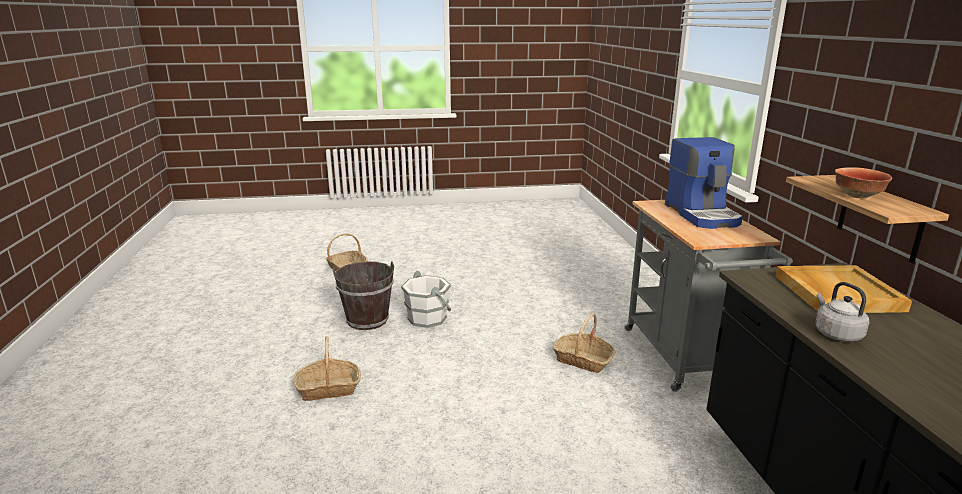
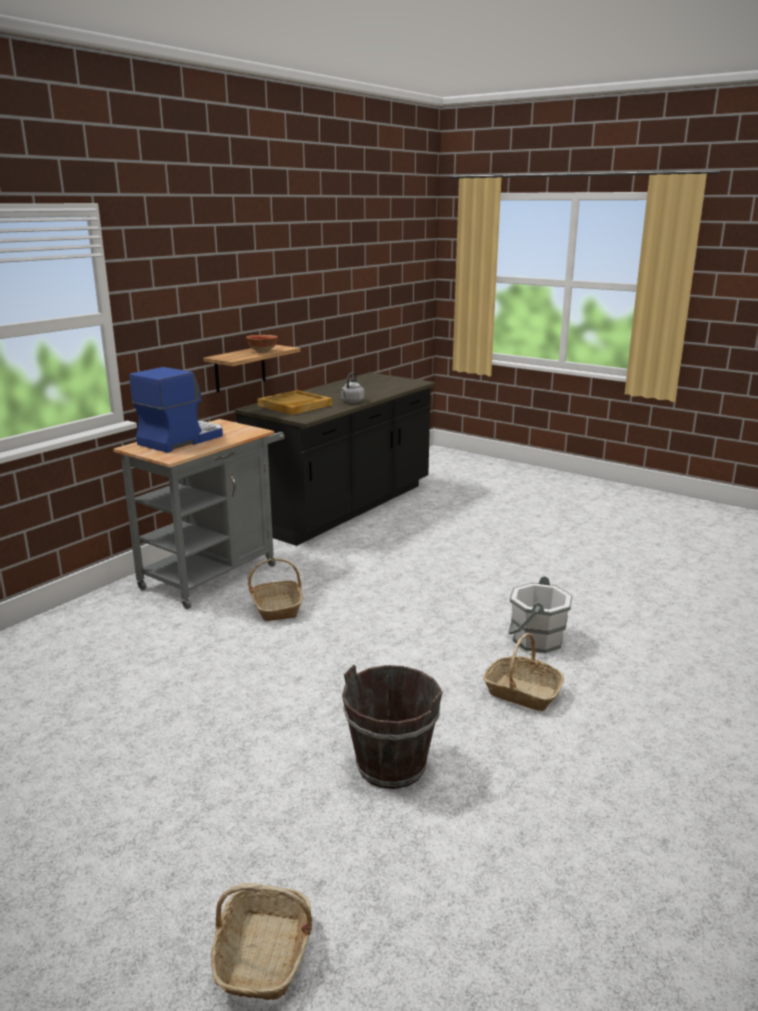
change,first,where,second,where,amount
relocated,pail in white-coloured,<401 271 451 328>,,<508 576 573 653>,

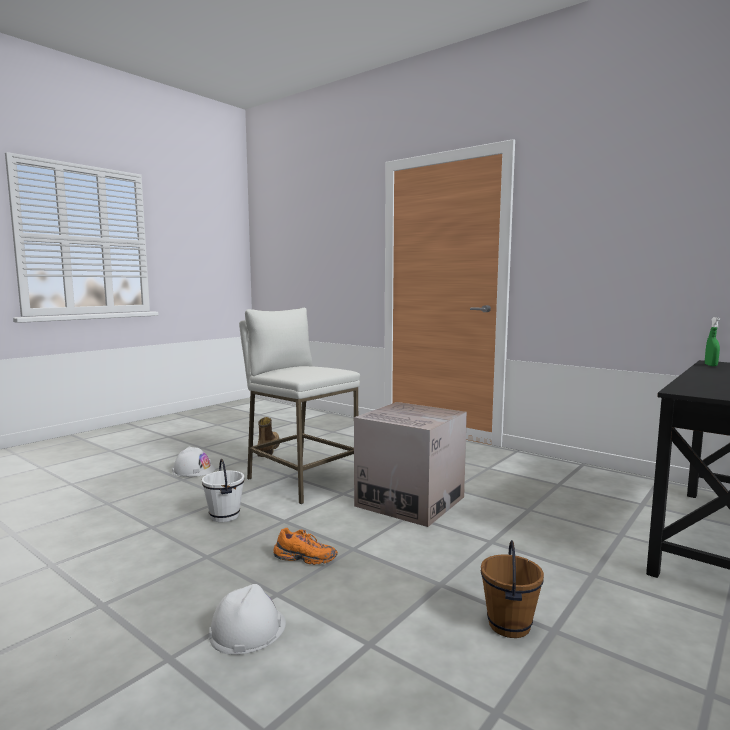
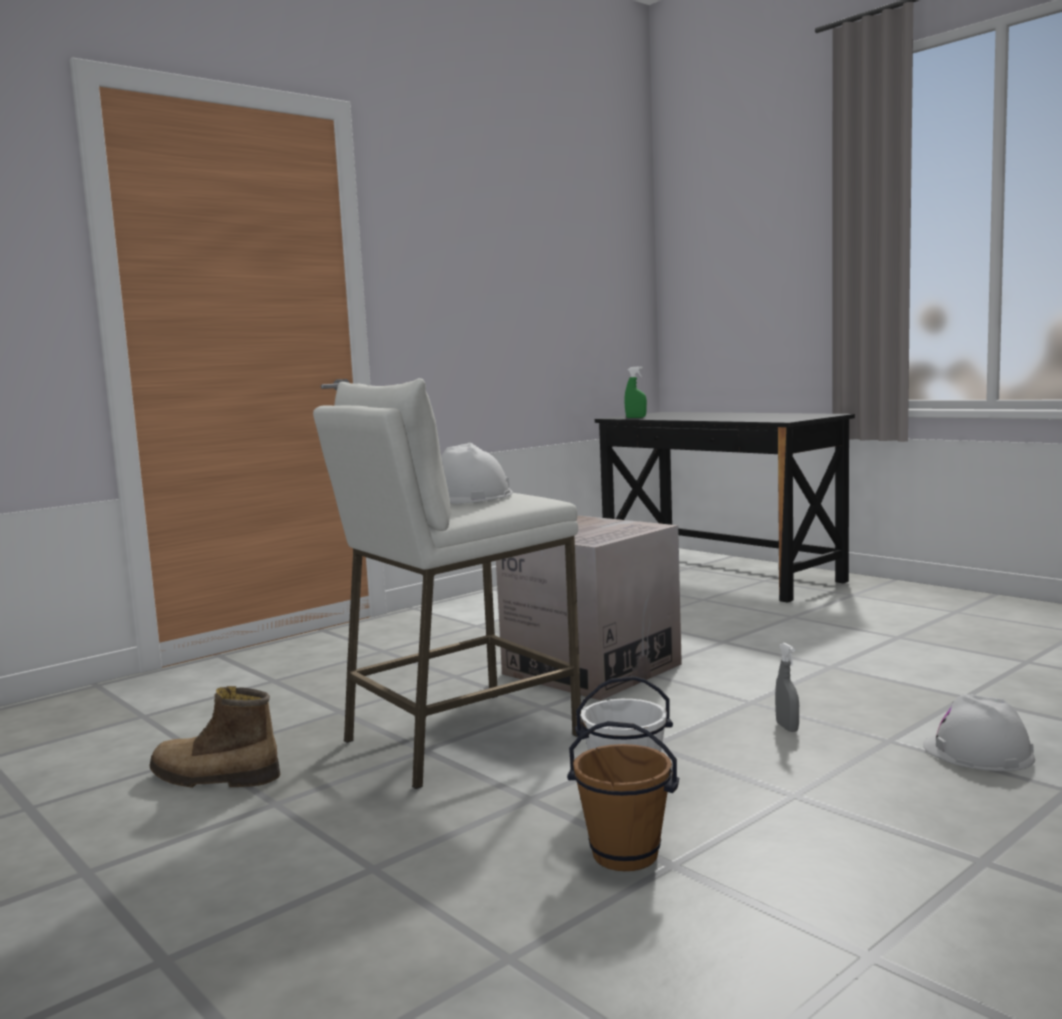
change,first,where,second,where,amount
relocated,work helmet in white-coloured,<172 447 216 477>,,<441 443 513 504>,
exchanged,shoe in orangey,<273 528 338 565>,hand sprayer in greyish,<775 643 799 732>,
relocated,pail in brown,<481 540 544 638>,,<567 721 679 871>,

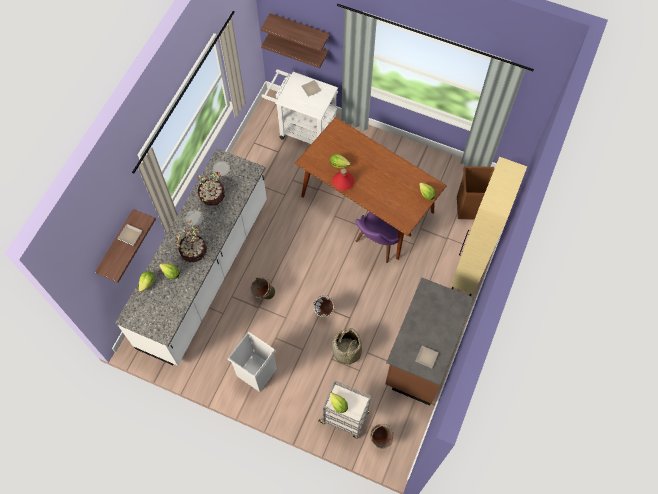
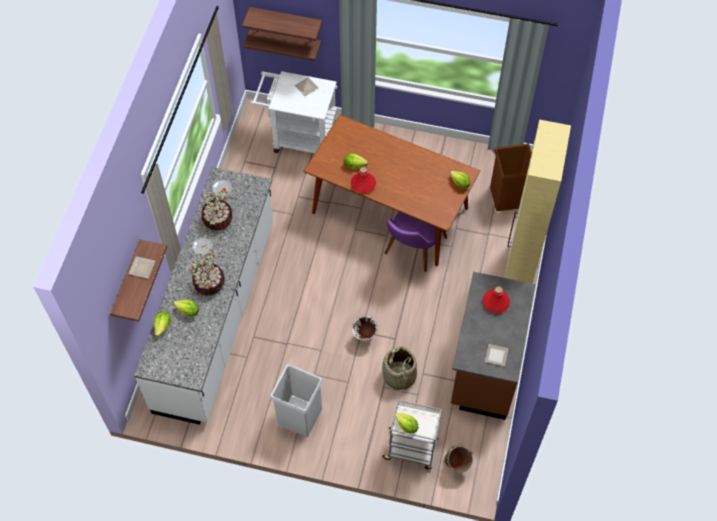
change,first,where,second,where,amount
missing,pail in greenish,<251 277 275 300>,,,
appeared,,,drink bottle in reddish,<483 286 510 313>,

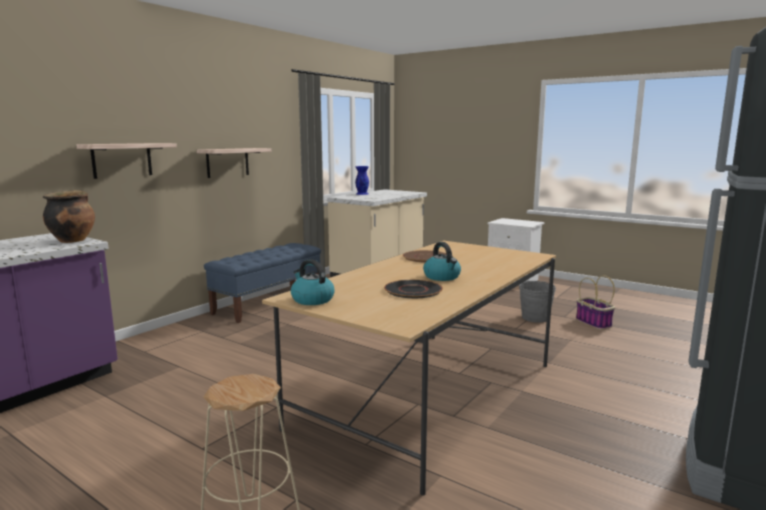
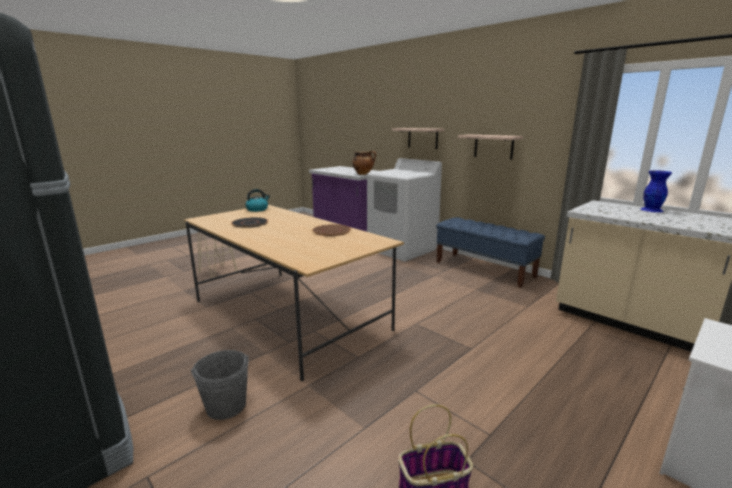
change,first,where,second,where,amount
missing,water kettle,<423 242 461 281>,,,
relocated,pail in greyish,<519 281 556 323>,,<191 350 249 420>,
appeared,,,laundry appliance in white-coloured,<367 158 442 261>,

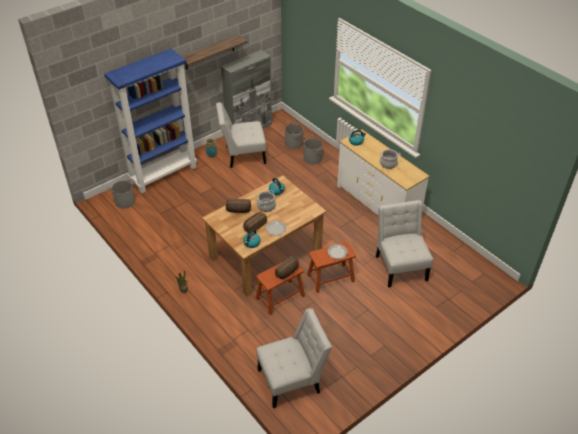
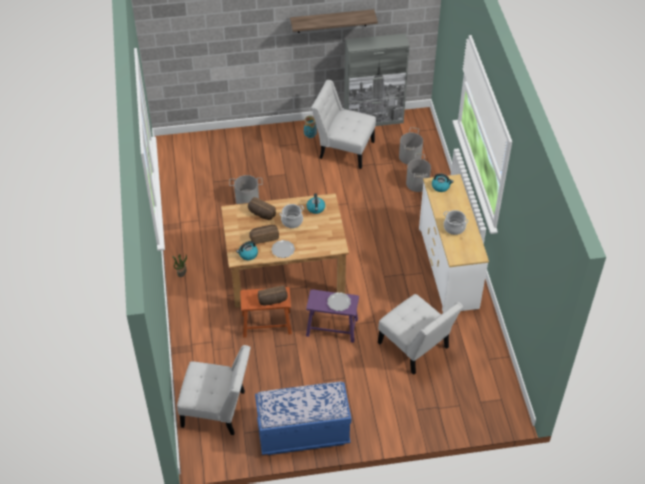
change,first,where,second,where,amount
missing,bookcase in blue-coloured,<104 49 197 194>,,,
relocated,pail in greyish,<107 178 136 209>,,<229 175 263 204>,
colour,sitting stool in brown,<307 242 356 293>,sitting stool in purple,<306 290 359 343>,
spun,upright chair in white-coloured,<376 200 433 288>,,<378 294 463 375>,120 degrees clockwise
appeared,,,indoor bench in blue-coloured,<255 381 351 455>,

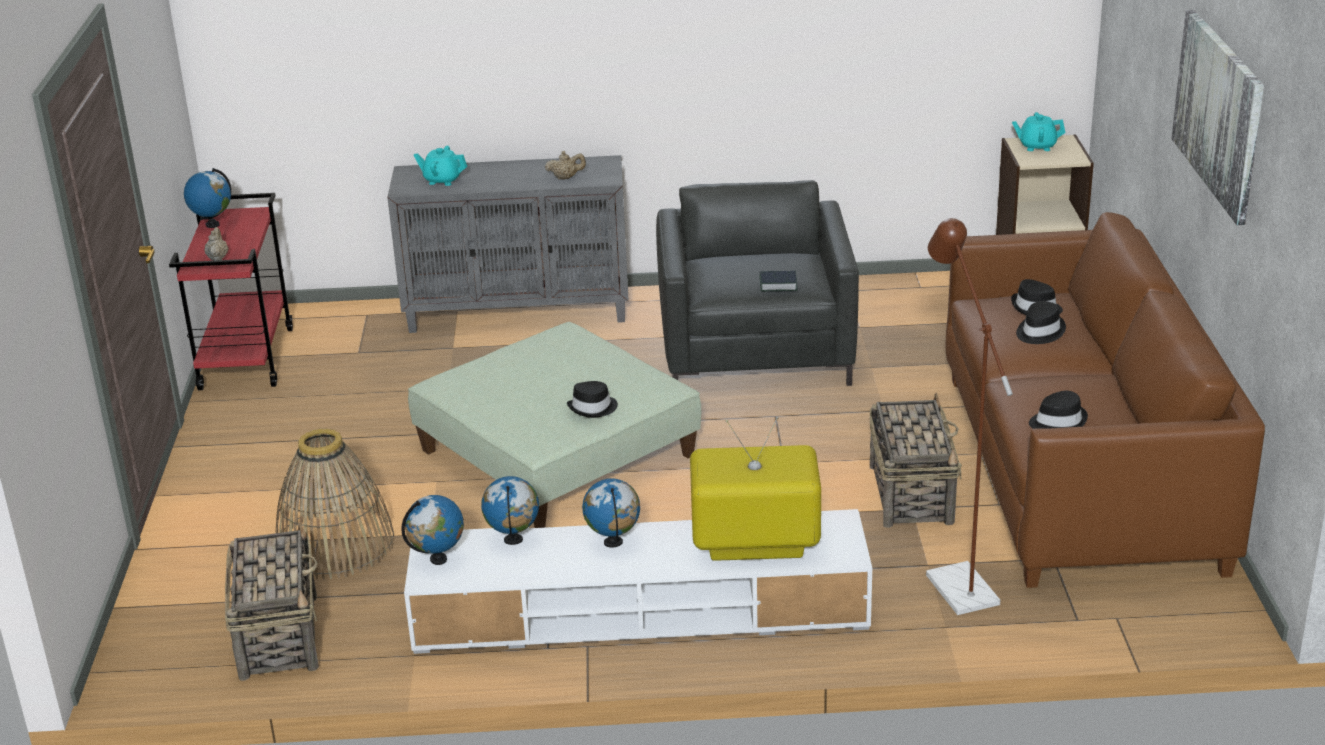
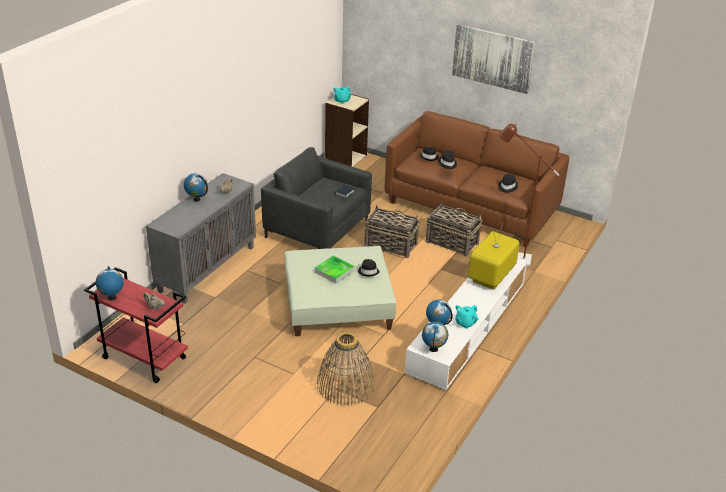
change,first,where,second,where,amount
relocated,basket,<225 522 319 681>,,<364 205 420 258>,
relocated,teapot in turquoise-coloured,<414 146 467 186>,,<455 305 479 329>,
relocated,globe,<582 478 640 548>,,<184 173 208 202>,
appeared,,,serving tray,<314 255 355 284>,

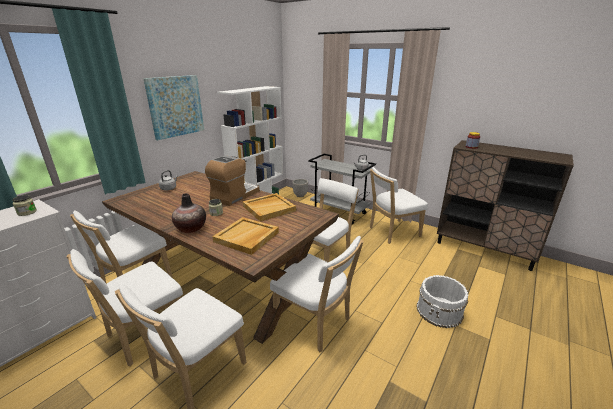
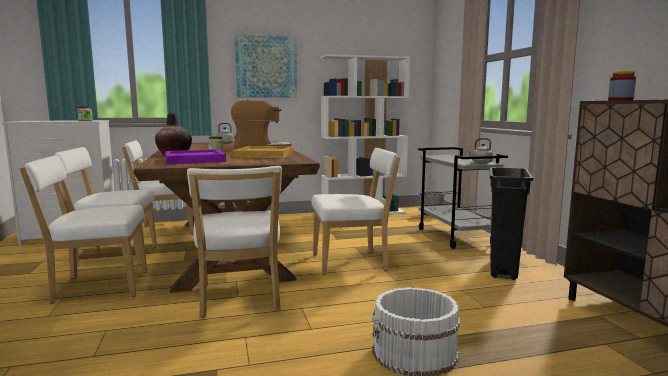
change,first,where,second,where,amount
colour,serving tray in beige,<212 217 279 255>,serving tray in purple,<165 149 226 164>,
exchanged,upright chair in white-coloured,<370 167 428 244>,rubbish bin in blackish,<489 167 533 280>,

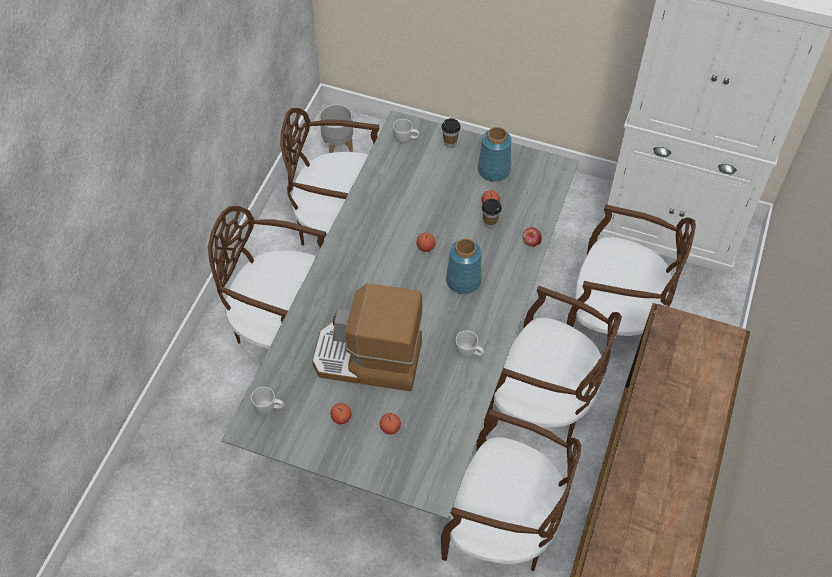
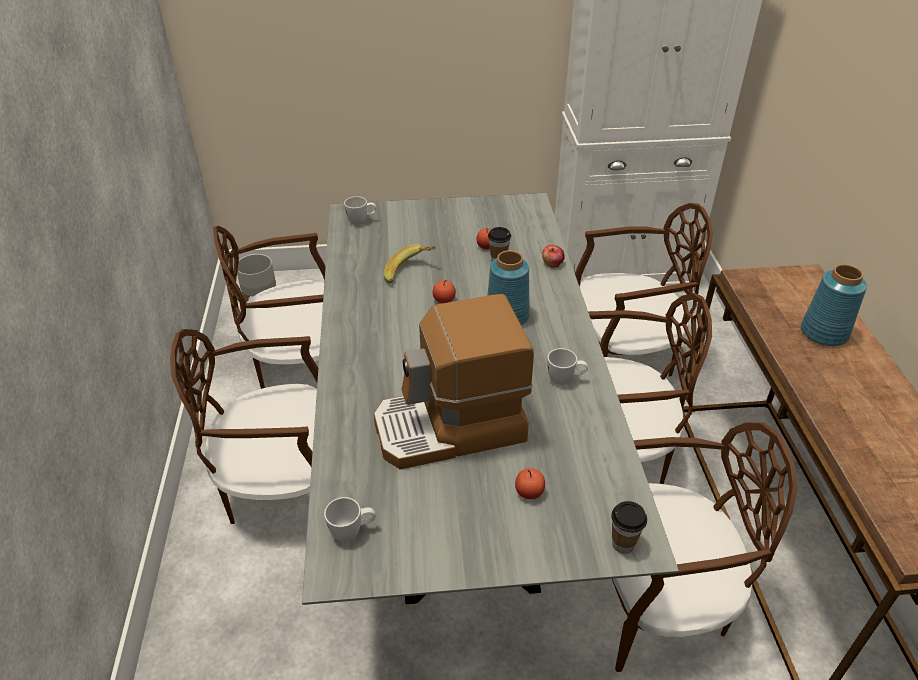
change,first,where,second,where,amount
missing,whole apple,<330 403 352 424>,,,
relocated,drinking cup,<442 118 461 148>,,<611 501 647 554>,
relocated,vase in blue-coloured,<478 127 511 182>,,<801 264 867 346>,
appeared,,,banana fruit,<383 244 436 283>,

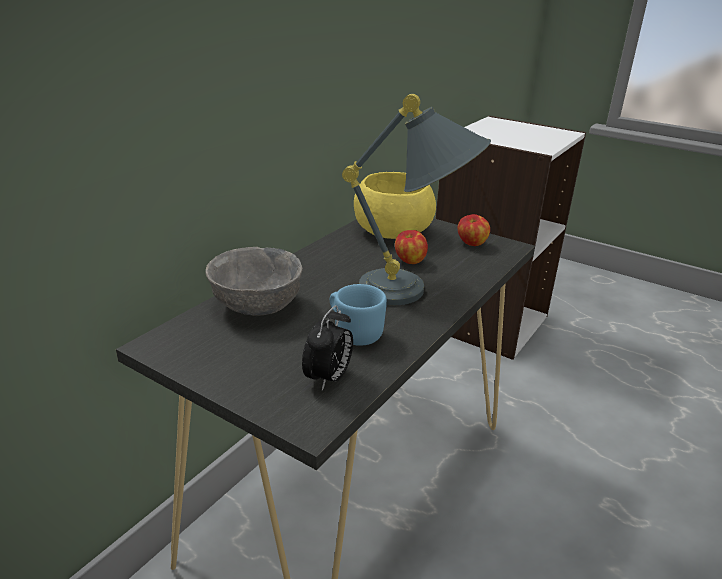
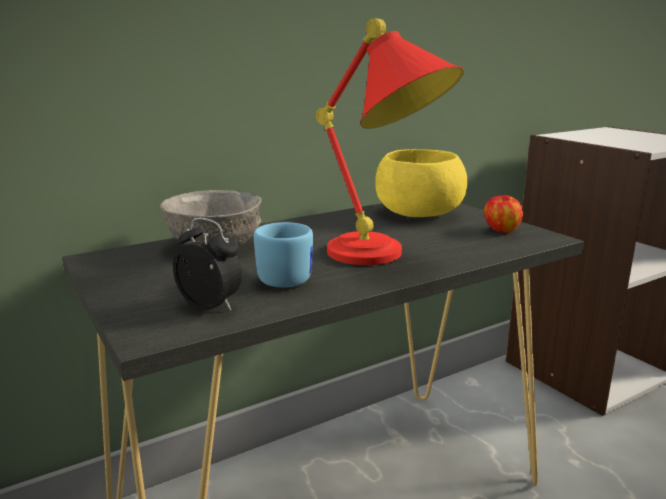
change,first,where,second,where,amount
spun,bedside clock,<302 305 353 391>,,<173 218 242 311>,105 degrees counterclockwise
colour,lamp for a table in greyish,<342 94 491 305>,lamp for a table in reddish,<316 18 464 265>,
missing,whole apple,<395 230 428 264>,,,

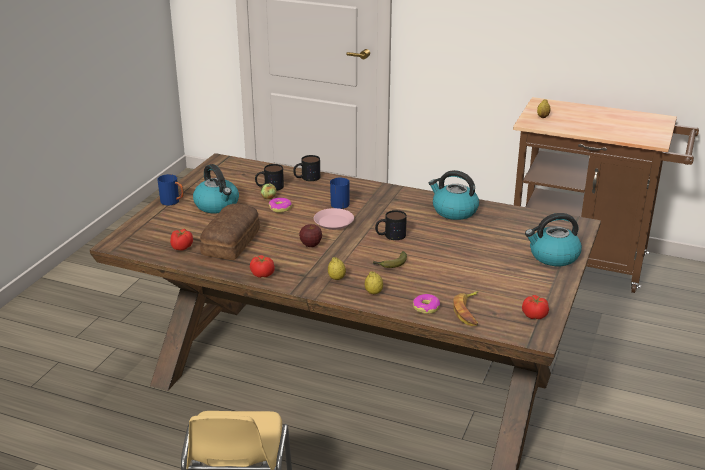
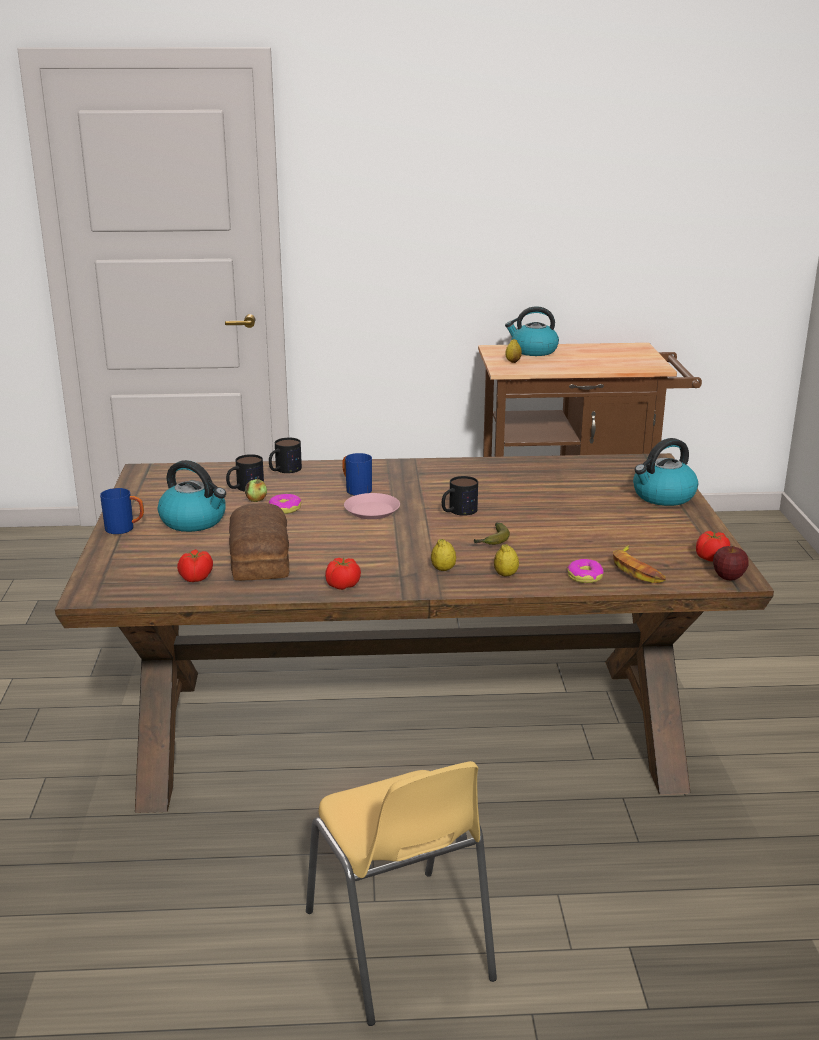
change,first,where,second,where,amount
relocated,whole apple,<299 224 322 247>,,<713 546 749 581>,
relocated,water kettle,<429 170 479 220>,,<505 306 559 356>,

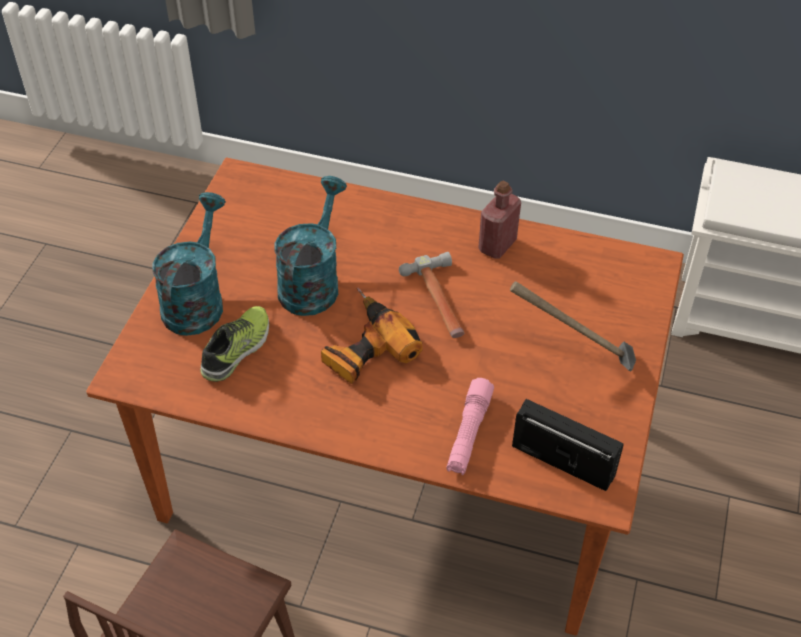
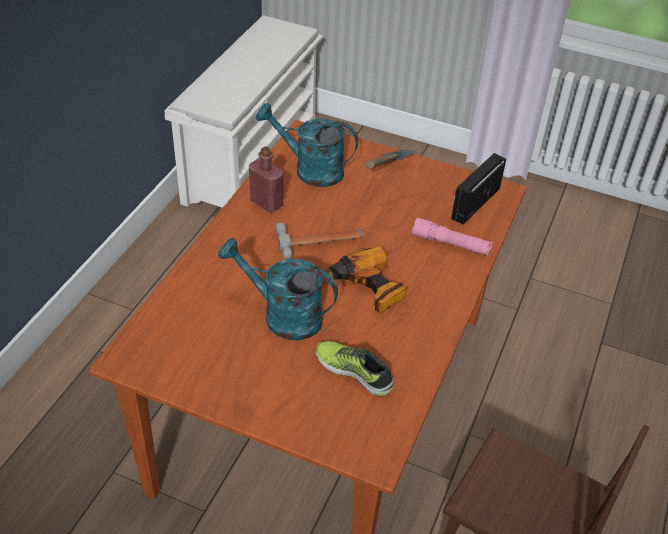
change,first,where,second,where,amount
relocated,watering pot in turquoise-coloured,<152 192 226 336>,,<256 103 358 187>,

